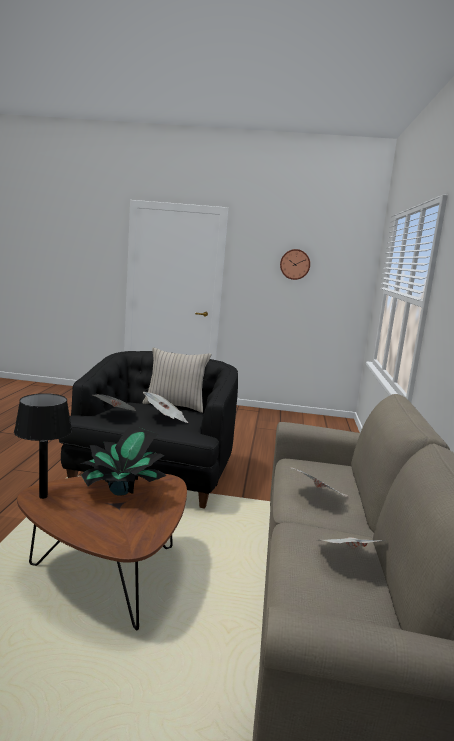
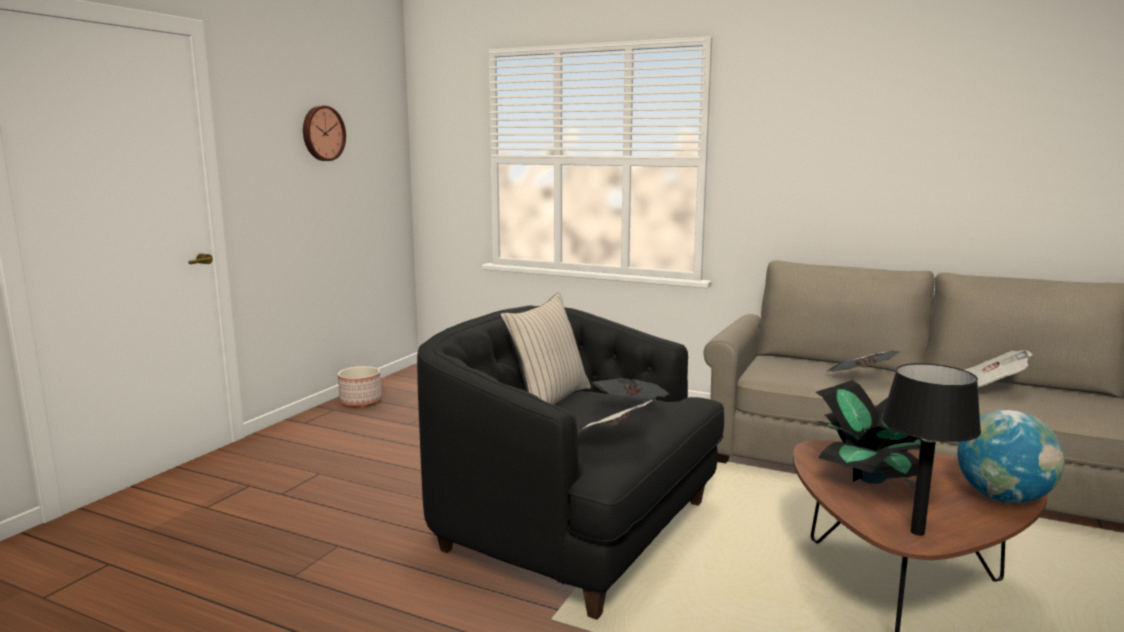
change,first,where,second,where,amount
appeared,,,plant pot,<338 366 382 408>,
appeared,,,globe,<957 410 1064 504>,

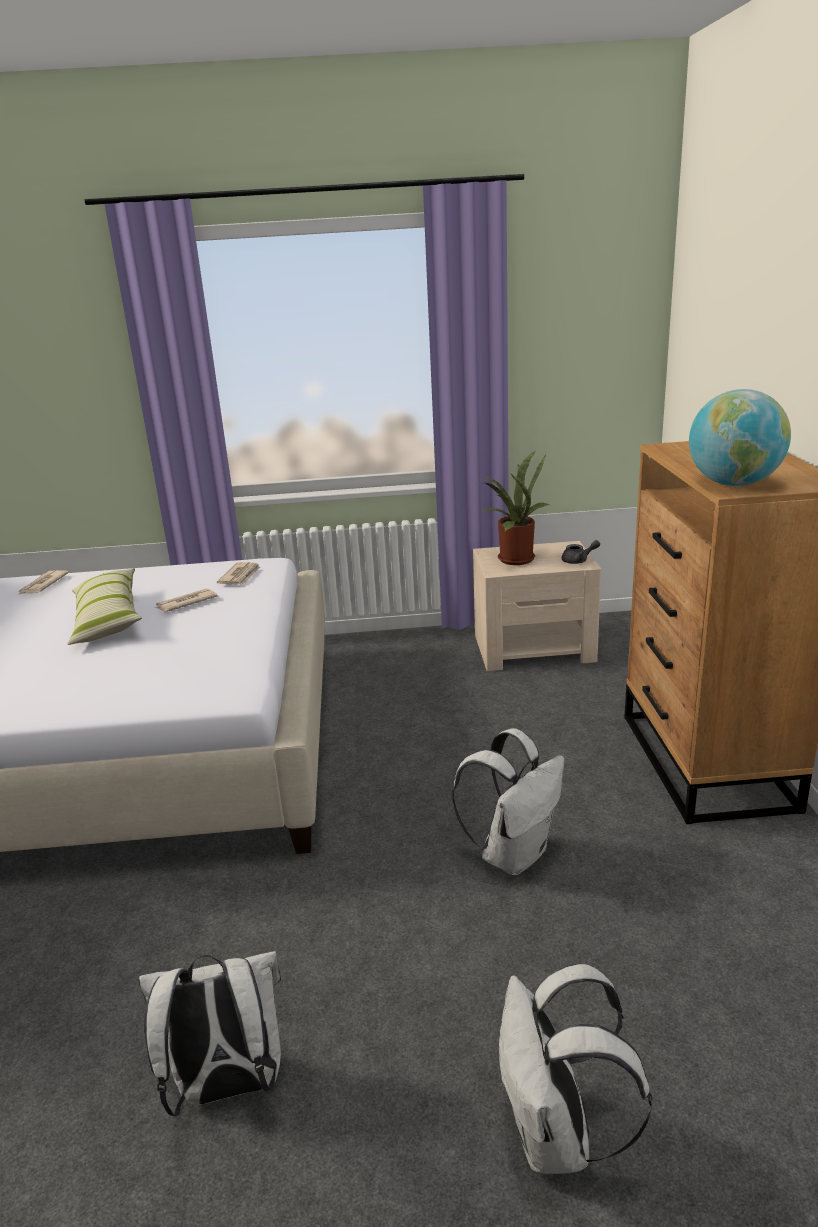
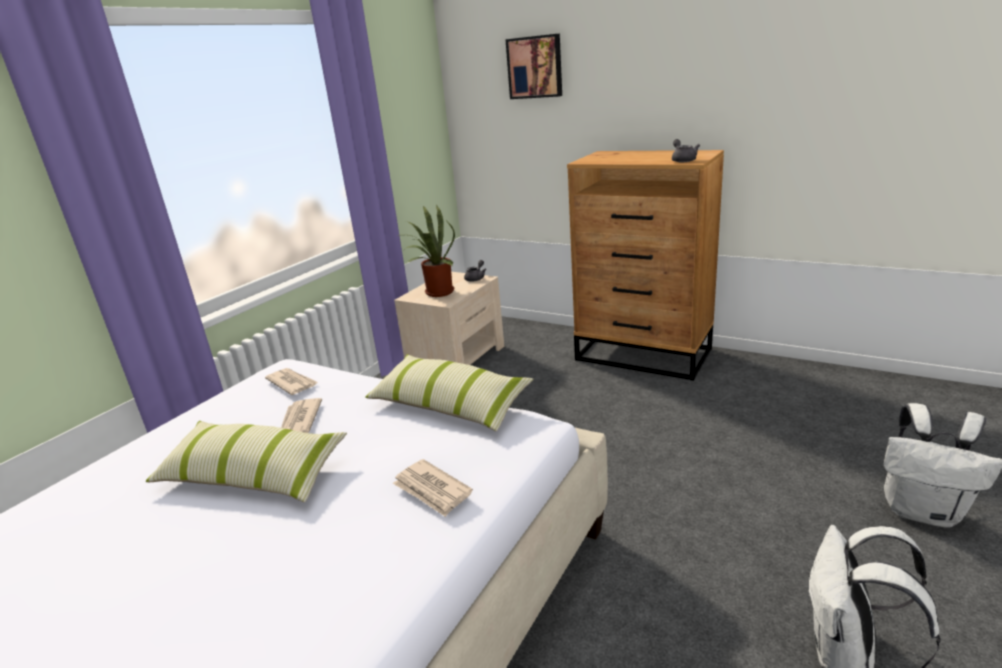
change,first,where,second,where,amount
relocated,daily paper,<18 570 69 595>,,<393 459 473 517>,
missing,knapsack in white-coloured,<452 728 565 875>,,,
exchanged,globe,<689 389 791 486>,teapot in greyish,<672 139 700 163>,
appeared,,,pillow,<365 354 534 431>,
appeared,,,wall art,<505 34 562 99>,

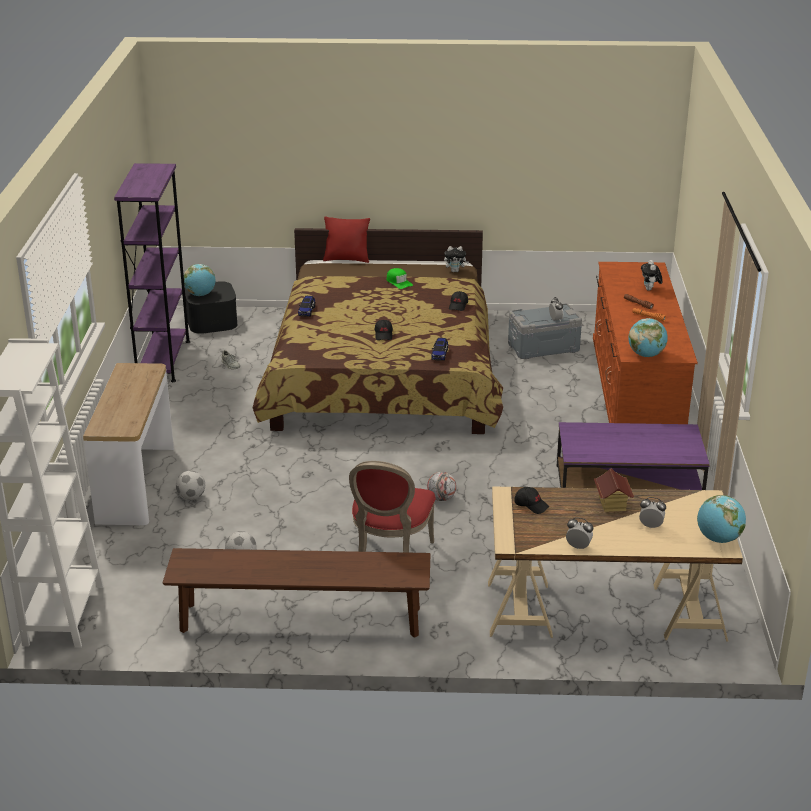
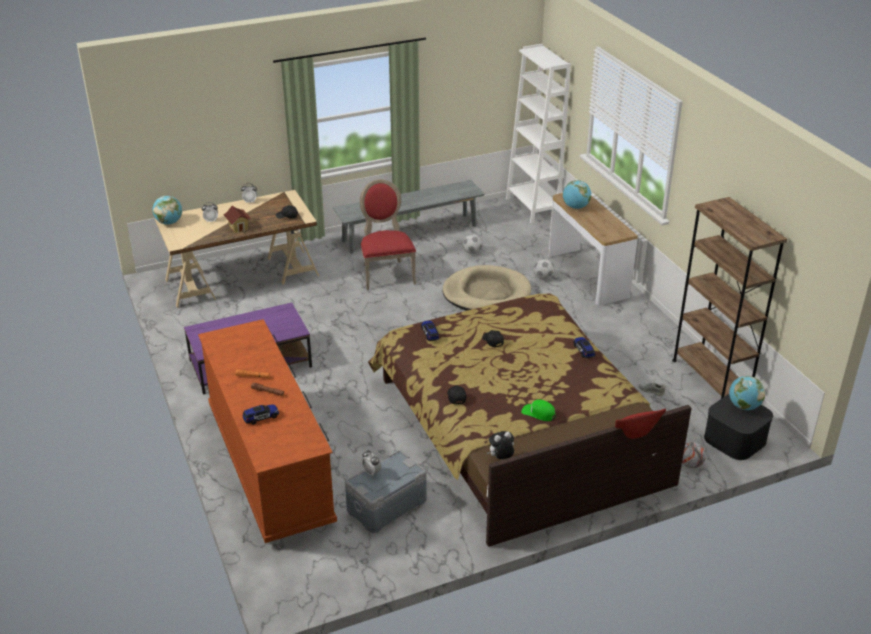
change,first,where,second,where,amount
colour,bookcase in purple,<114 163 190 382>,bookcase in brown,<672 197 787 399>,
colour,indoor bench in brown,<162 548 431 638>,indoor bench in greyish,<333 180 485 254>,
relocated,football,<427 472 457 501>,,<682 442 706 468>,
relocated,globe,<628 318 668 357>,,<563 180 591 209>,
exchanged,cuddly toy,<641 260 663 291>,model car,<243 404 279 425>,
appeared,,,pet bed in beige,<442 265 531 311>,

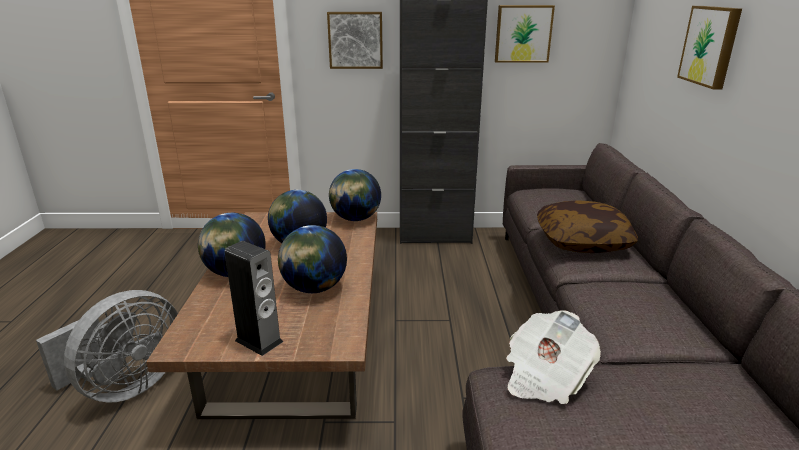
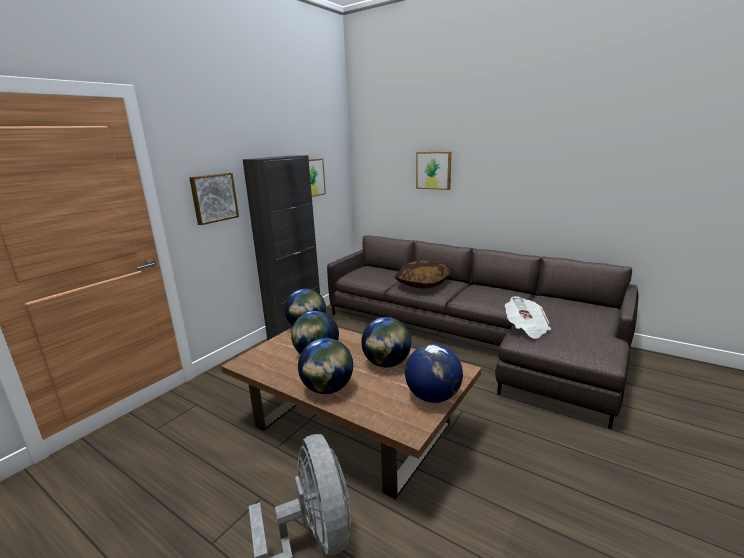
change,first,where,second,where,amount
exchanged,loudspeaker,<225 241 283 356>,globe,<405 344 463 403>,

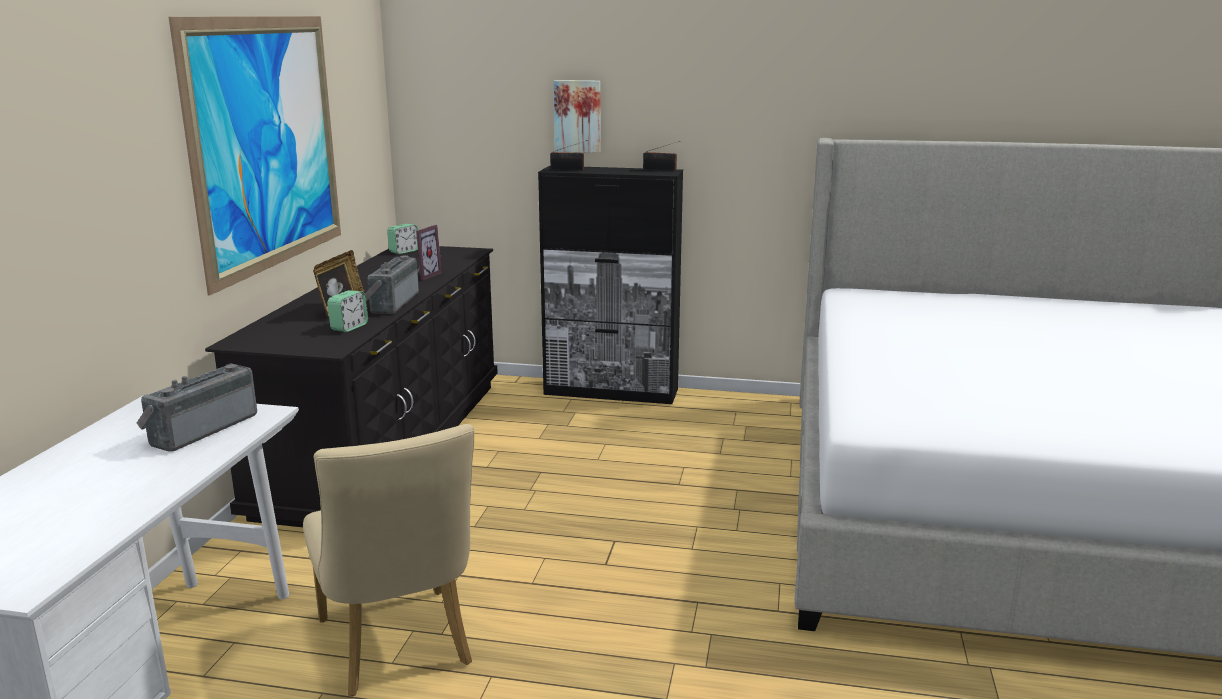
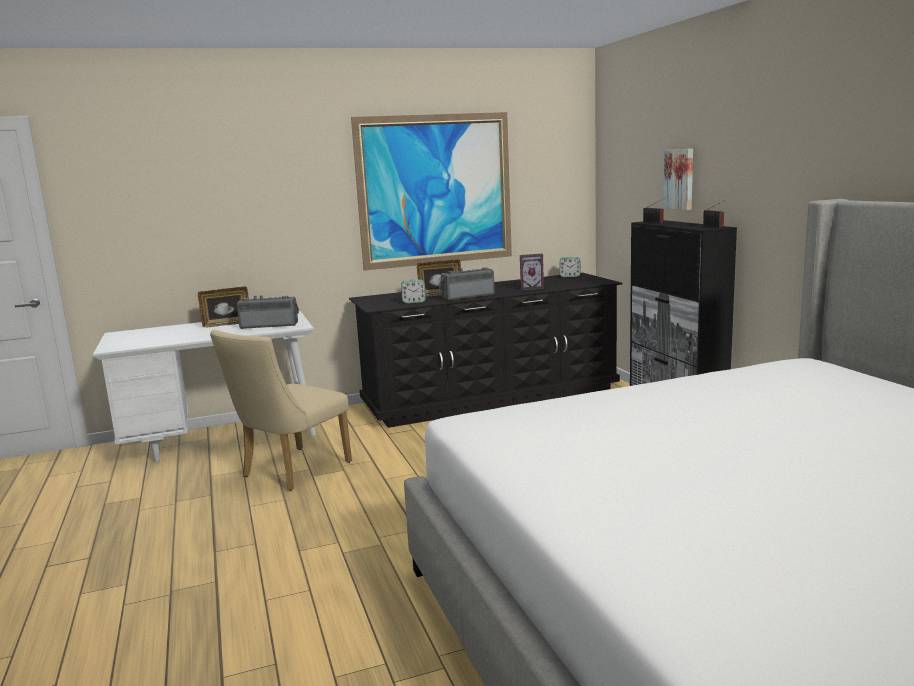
change,first,where,second,where,amount
appeared,,,standing frame,<198 286 249 327>,

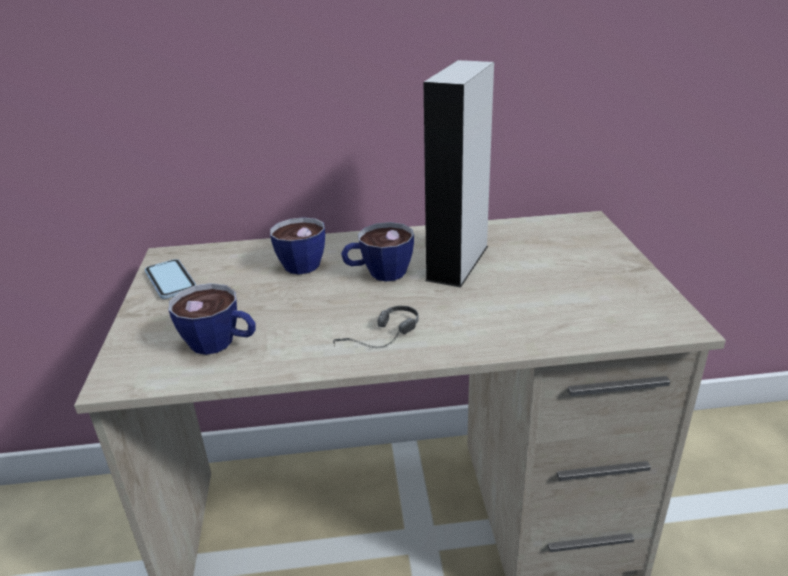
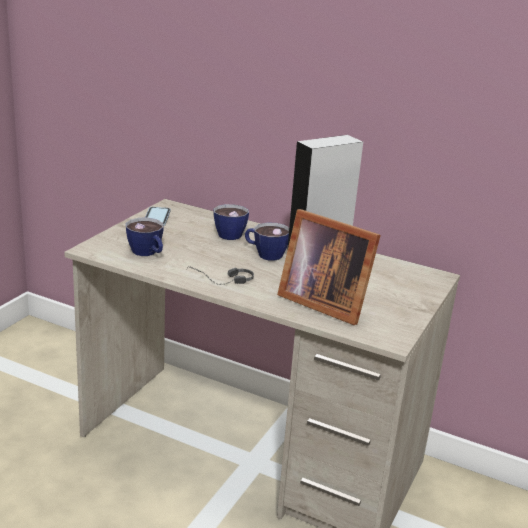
change,first,where,second,where,amount
appeared,,,standing frame,<277 209 381 325>,

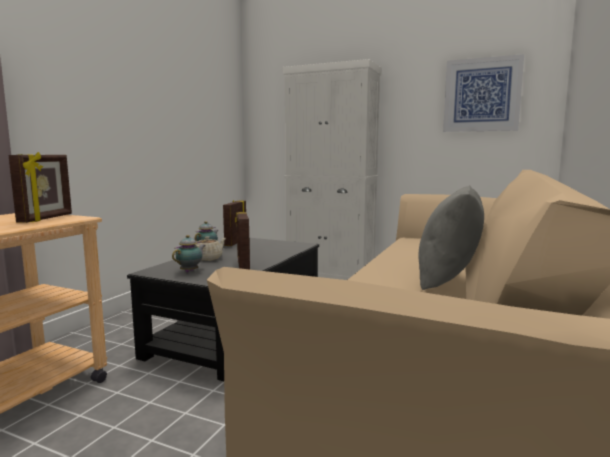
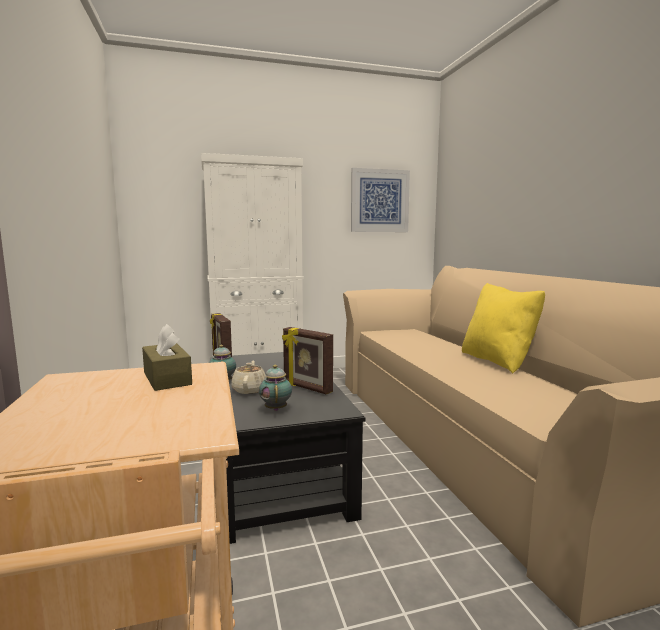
change,first,where,second,where,amount
exchanged,standing frame,<8 152 72 223>,tissue holder in brown,<142 324 192 391>,
colour,pillow in greyish,<418 185 484 290>,pillow in yellowish,<462 283 545 373>,

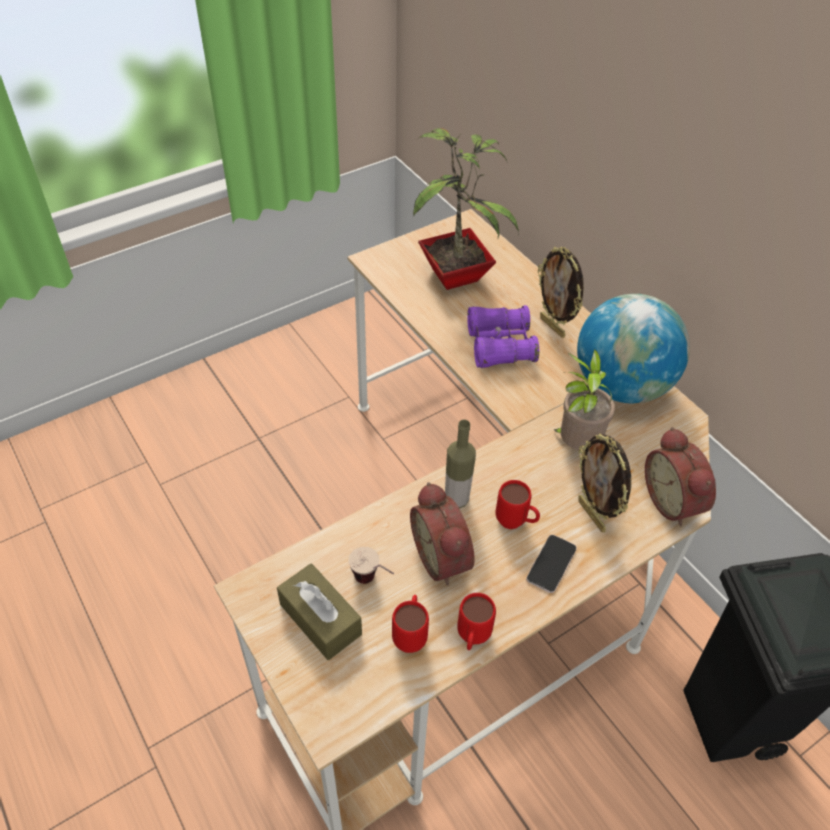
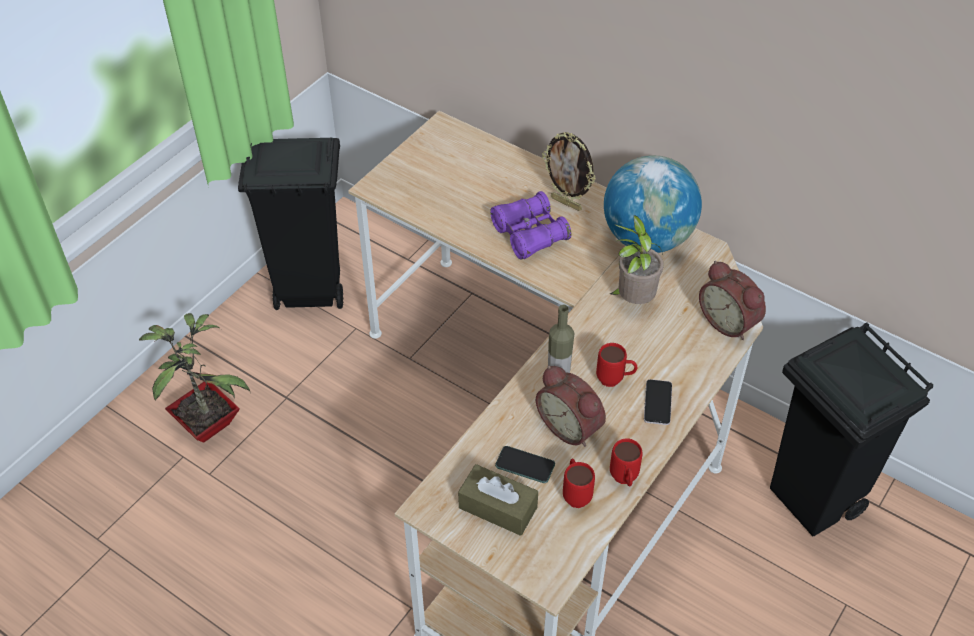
change,first,where,second,where,amount
exchanged,drinking cup,<348 547 394 584>,telephone,<495 446 555 483>,
relocated,plant in a pot,<413 128 519 290>,,<139 313 251 443>,
missing,standing frame,<578 433 631 532>,,,
appeared,,,rubbish bin in blackish,<238 137 343 310>,

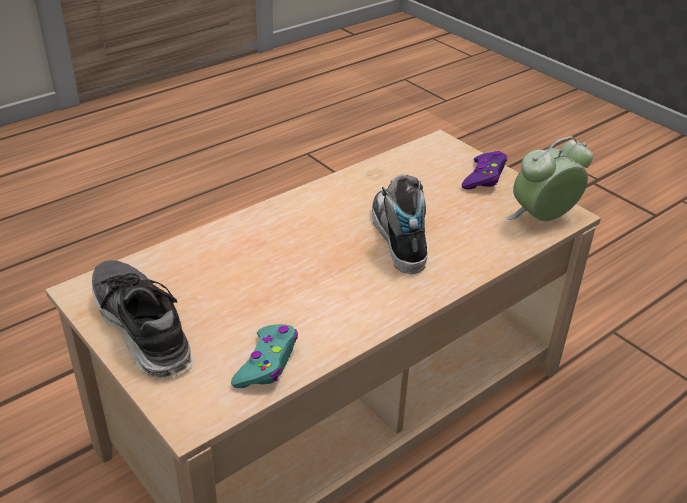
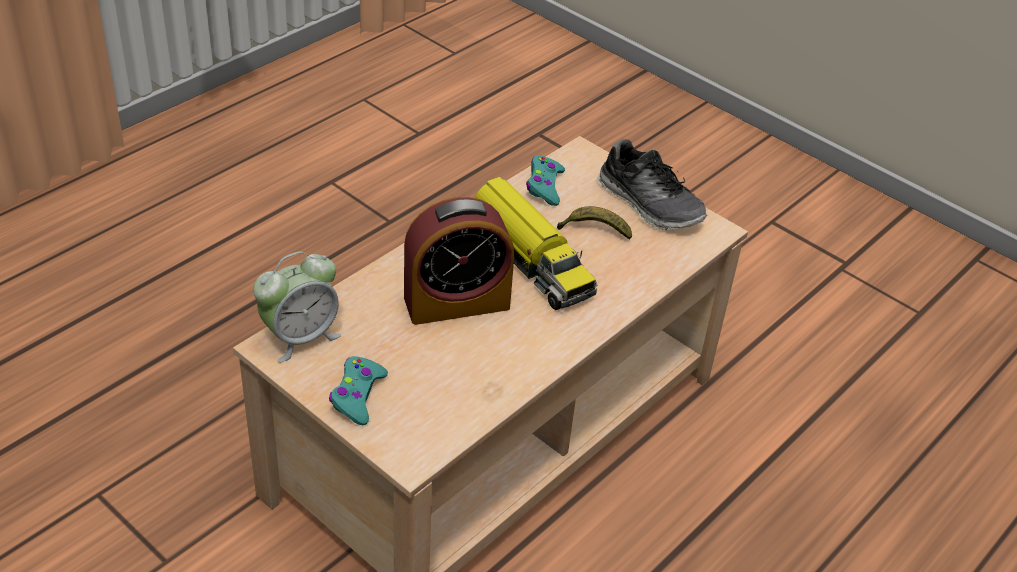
change,first,where,second,where,amount
exchanged,shoe,<372 175 427 274>,bedside clock,<404 197 514 325>,
colour,gamepad in purple,<462 151 507 190>,gamepad in turquoise-coloured,<329 356 388 425>,
appeared,,,model truck,<475 177 597 310>,
appeared,,,banana fruit,<557 206 632 239>,

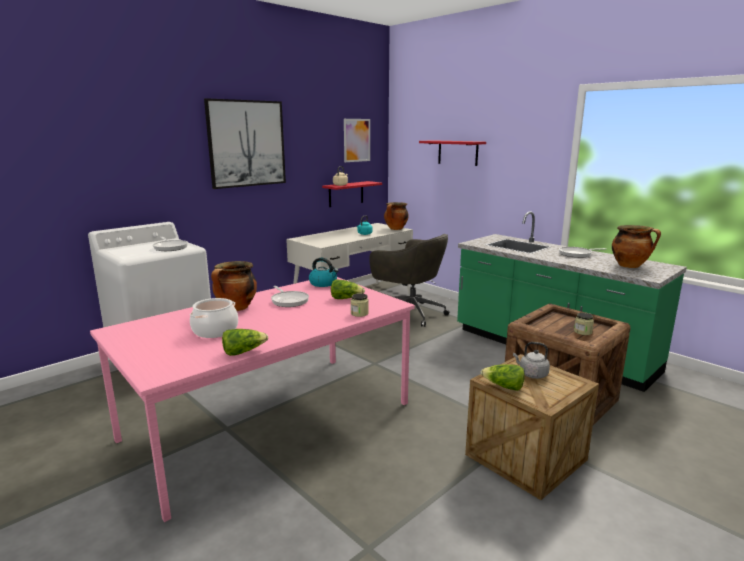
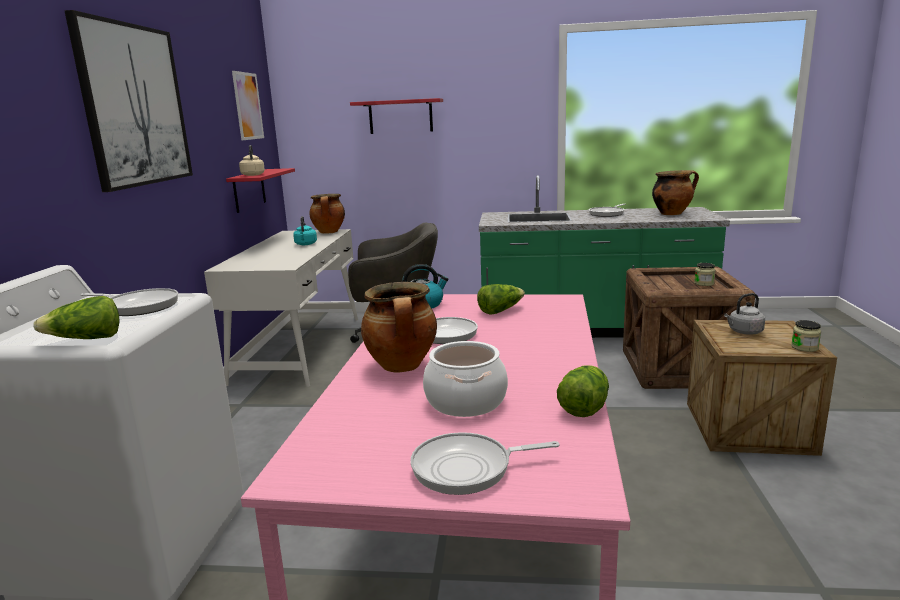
change,first,where,second,where,amount
relocated,jar,<351 293 369 317>,,<791 320 821 352>,
relocated,lettuce,<481 364 524 391>,,<33 296 119 339>,
appeared,,,skillet,<411 432 560 495>,

